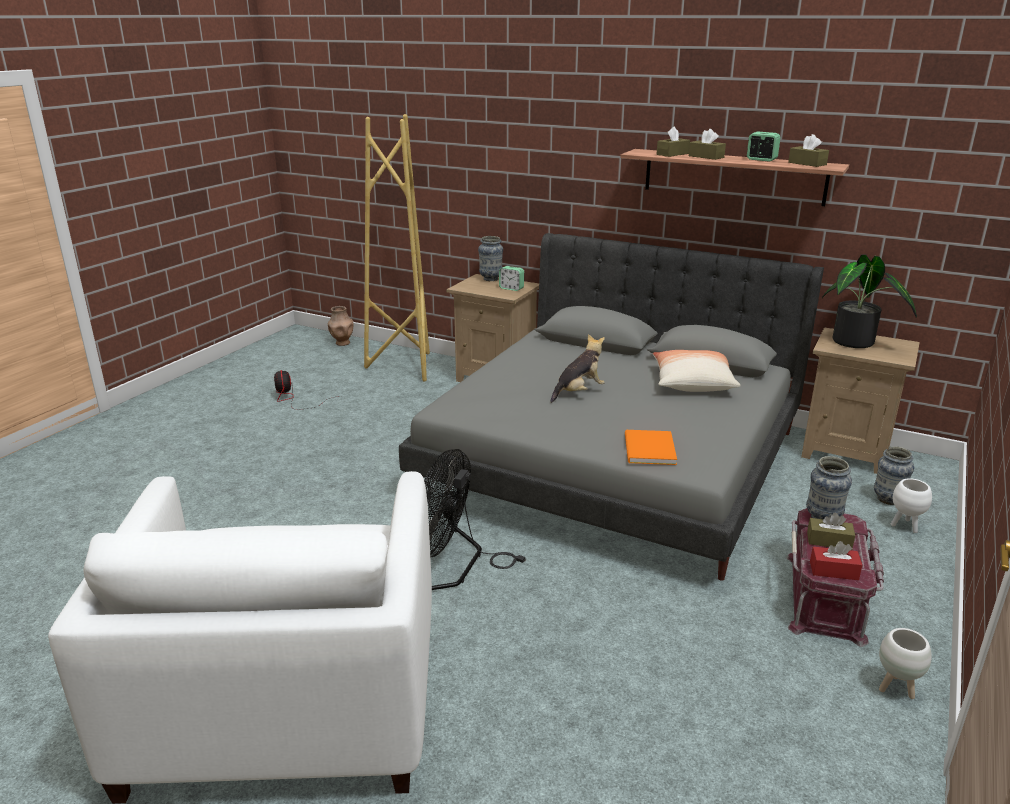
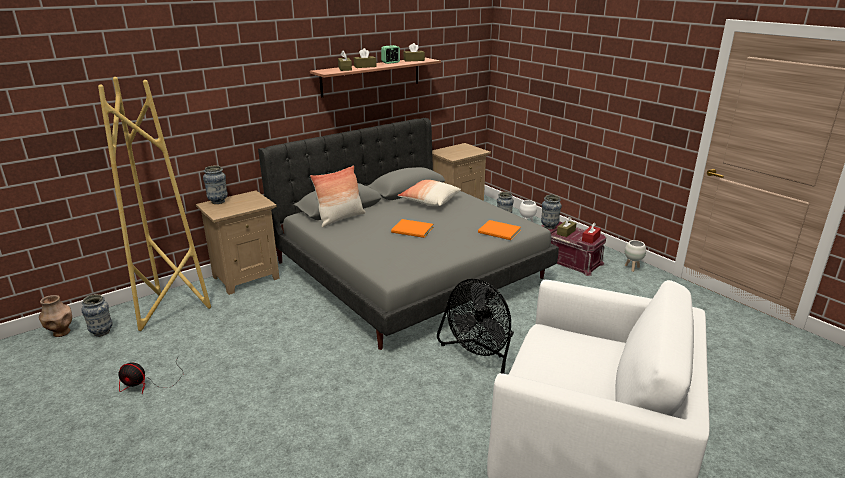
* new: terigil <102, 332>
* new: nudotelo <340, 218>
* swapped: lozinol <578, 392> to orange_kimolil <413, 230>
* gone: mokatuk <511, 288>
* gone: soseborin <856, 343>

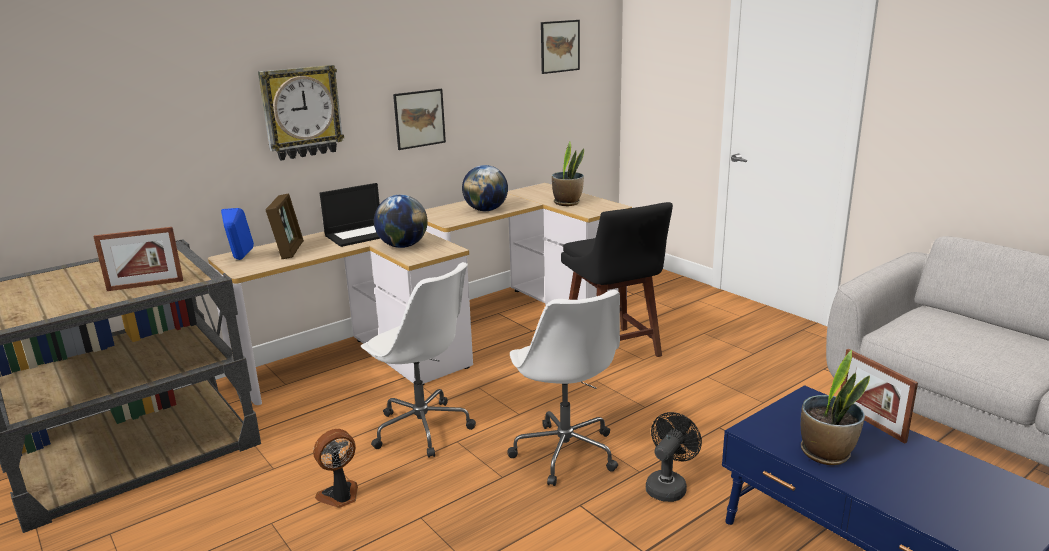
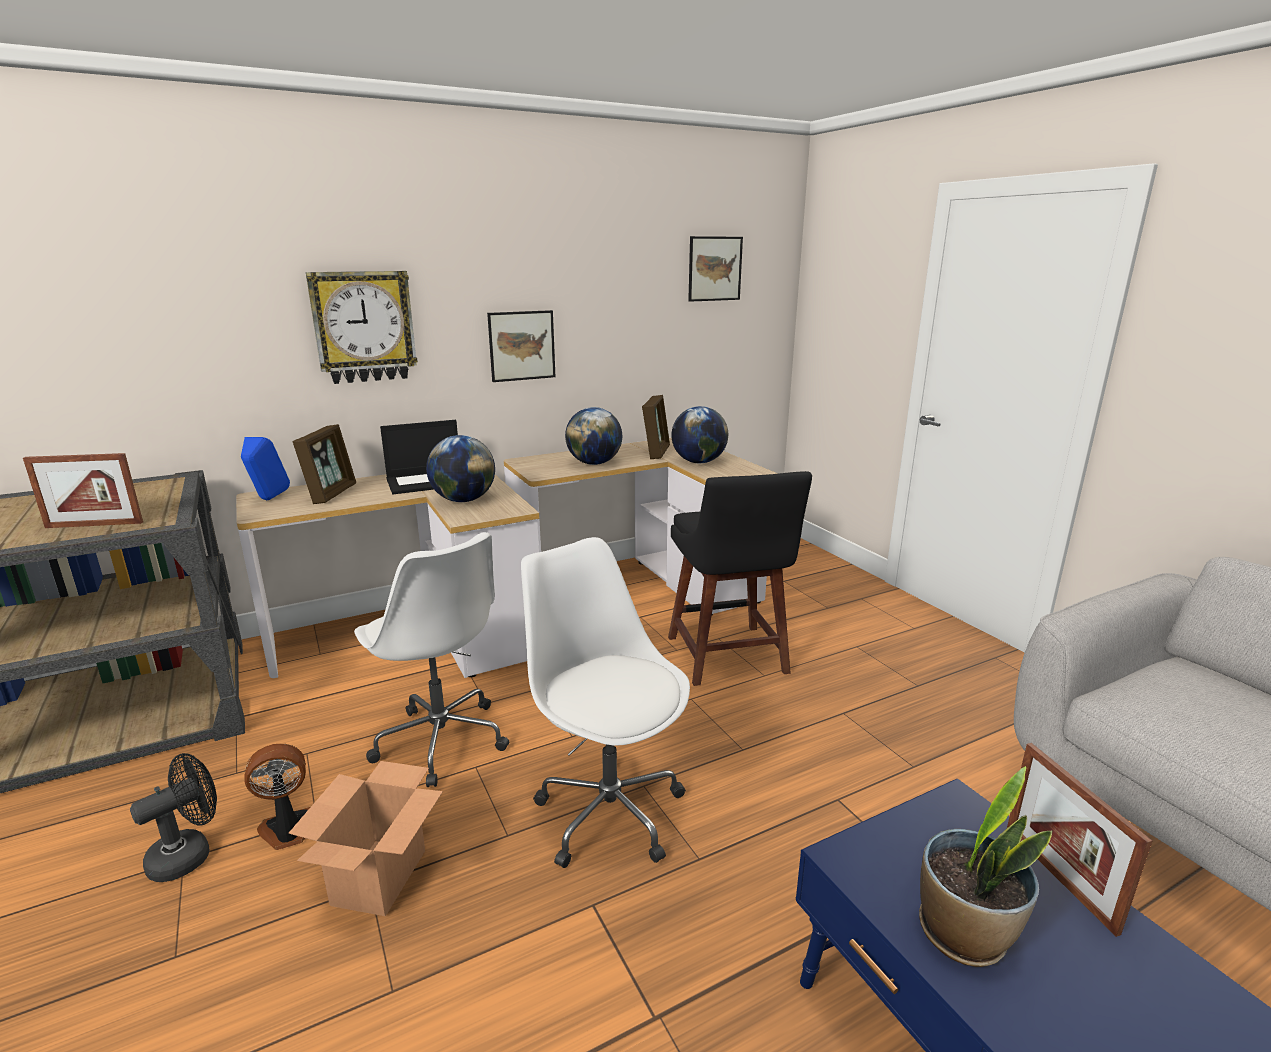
* shifted: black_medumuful <668, 486> to <189, 854>
* new: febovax <379, 876>
* rotated: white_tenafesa <566, 455> = <607, 812> 150 degrees clockwise
* new: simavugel <656, 452>
* swapped: soseborin <567, 203> to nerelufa <698, 462>

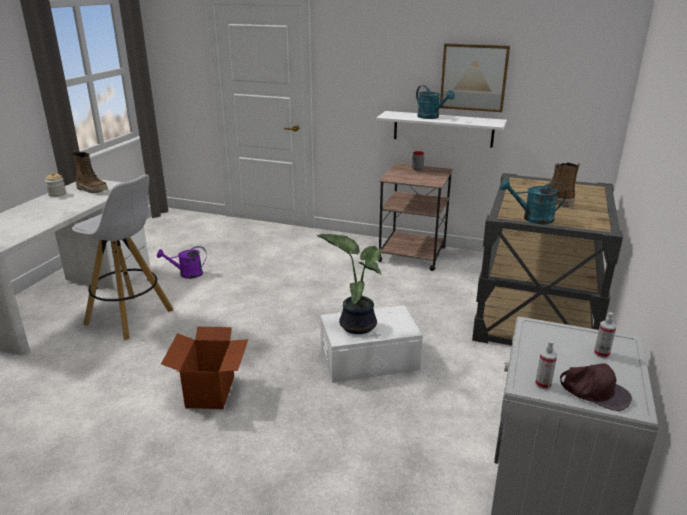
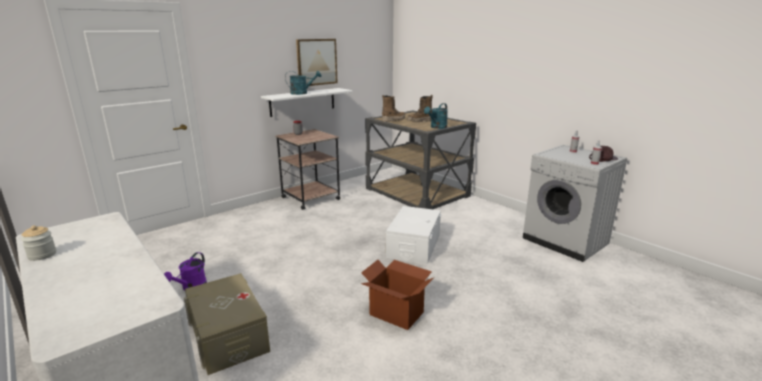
* swapped: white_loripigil <131, 317> to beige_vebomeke <228, 336>
* shifted: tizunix <92, 190> to <393, 120>
* gone: soseborin <356, 324>

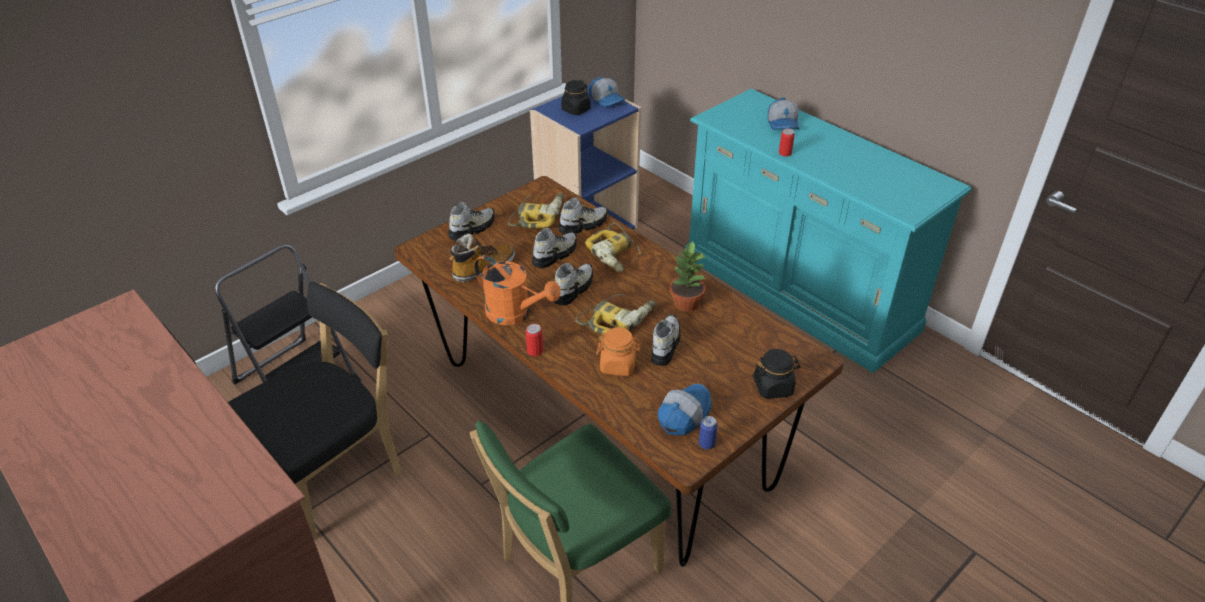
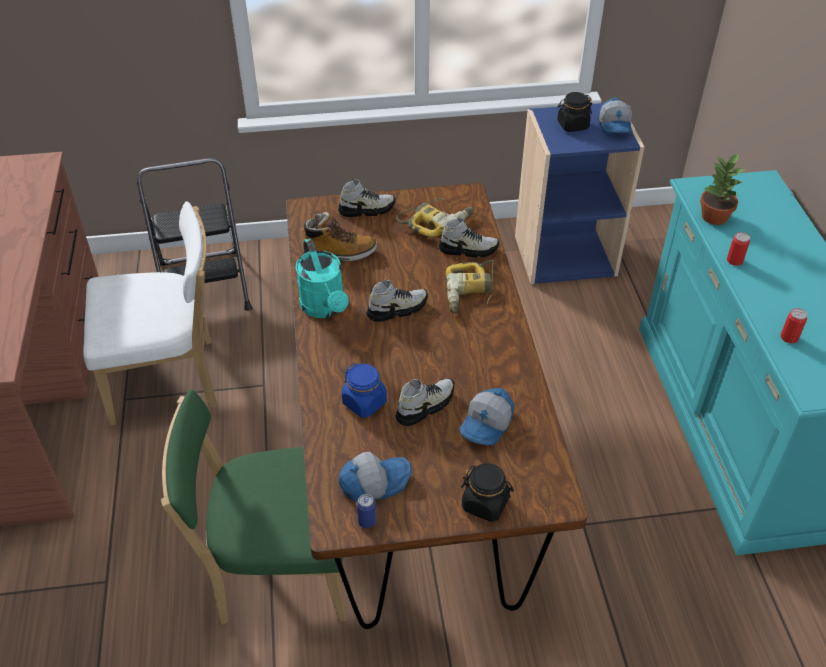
* repainted: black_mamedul <336, 474> to white_mamedul <170, 380>
* repainted: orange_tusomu <515, 314> to turquoise_tusomu <325, 308>
* repainted: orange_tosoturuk <618, 365> to blue_tosoturuk <365, 403>
* shifted: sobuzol <783, 124> to <487, 425>
* shifted: soseborin <685, 303> to <713, 217>
* shifted: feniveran <535, 351> to <789, 337>
* gone: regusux <555, 255>
* gone: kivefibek <617, 319>

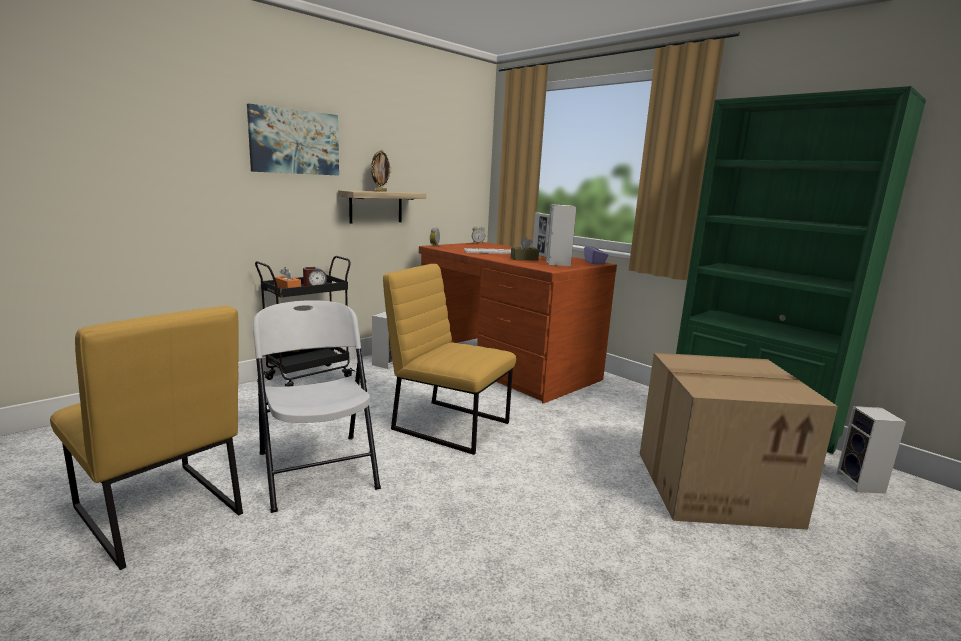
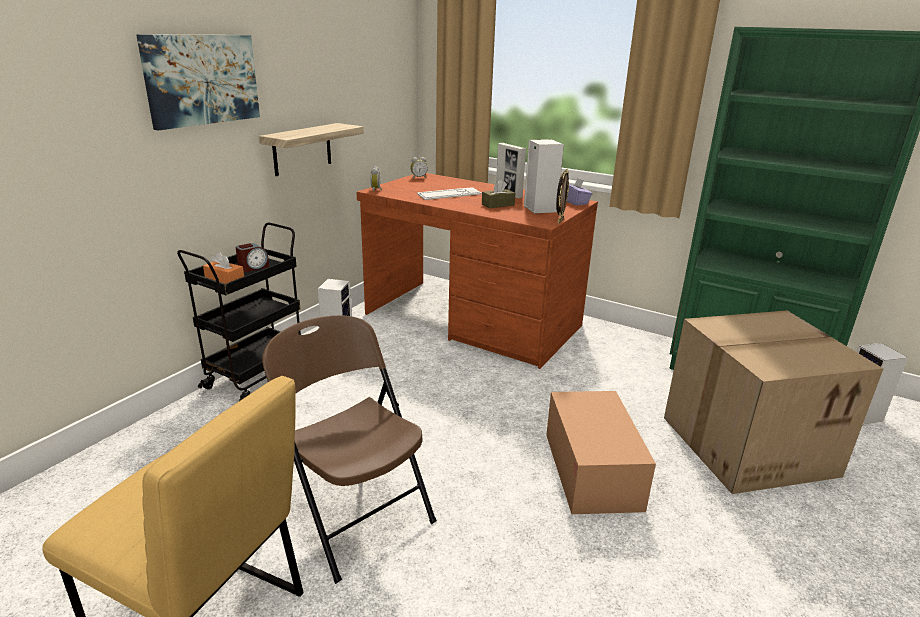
* repainted: white_mamedul <317, 470> to brown_mamedul <352, 512>
* new: febovax <591, 470>
* shifted: simavugel <380, 191> to <559, 221>
* gone: yellow_mamedul <448, 424>

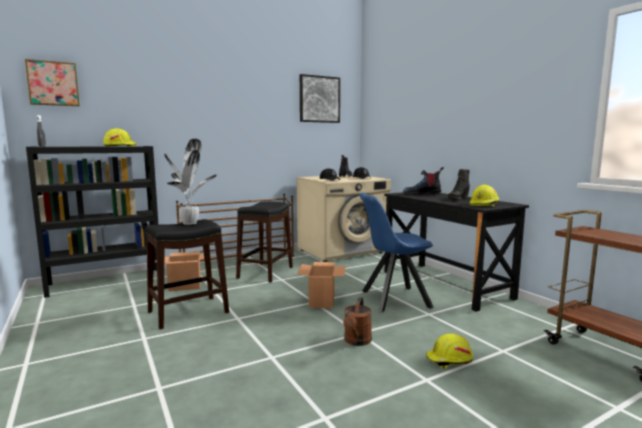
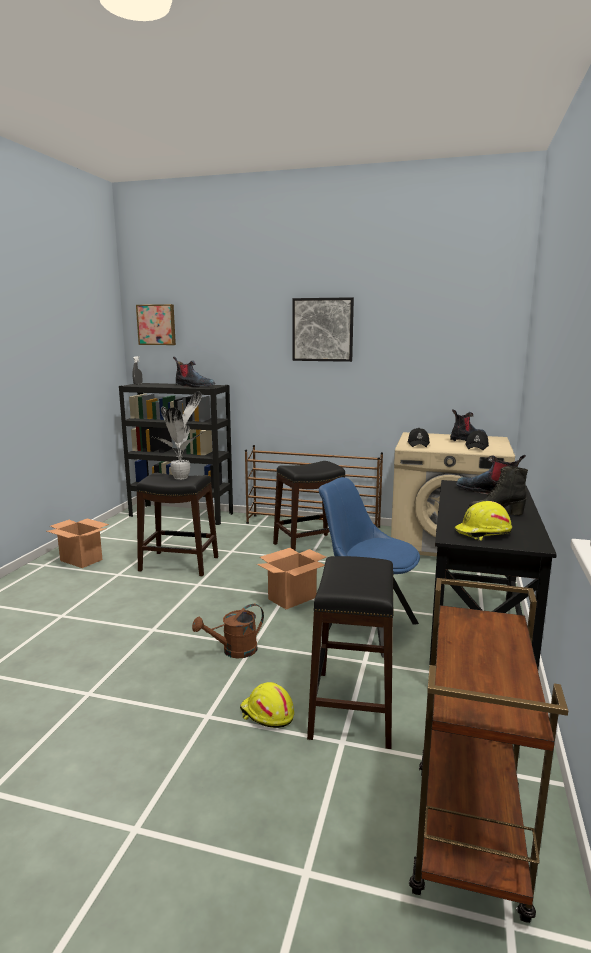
* shifted: febovax <184, 286> to <80, 560>
* swapped: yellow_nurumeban <120, 146> to tizunix <194, 386>
* shifted: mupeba <319, 99> to <322, 329>
* new: black_loripigil <353, 707>

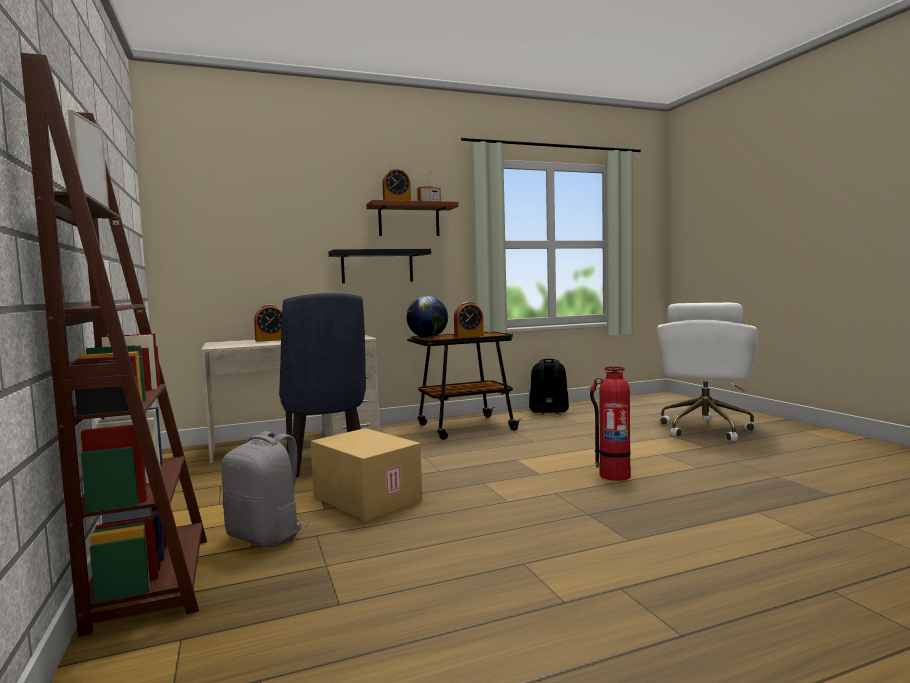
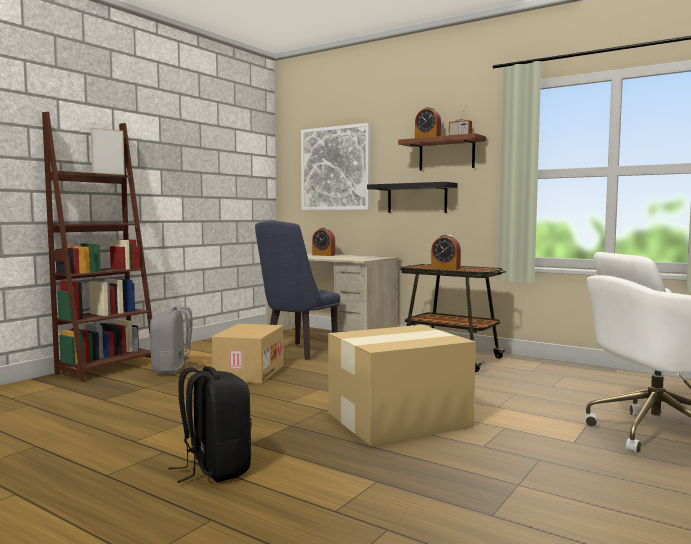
* shifted: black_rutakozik <548, 411> to <215, 469>
* new: mupeba <335, 168>
* swapped: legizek <613, 475> to febovax <400, 420>
* gone: nerelufa <427, 337>

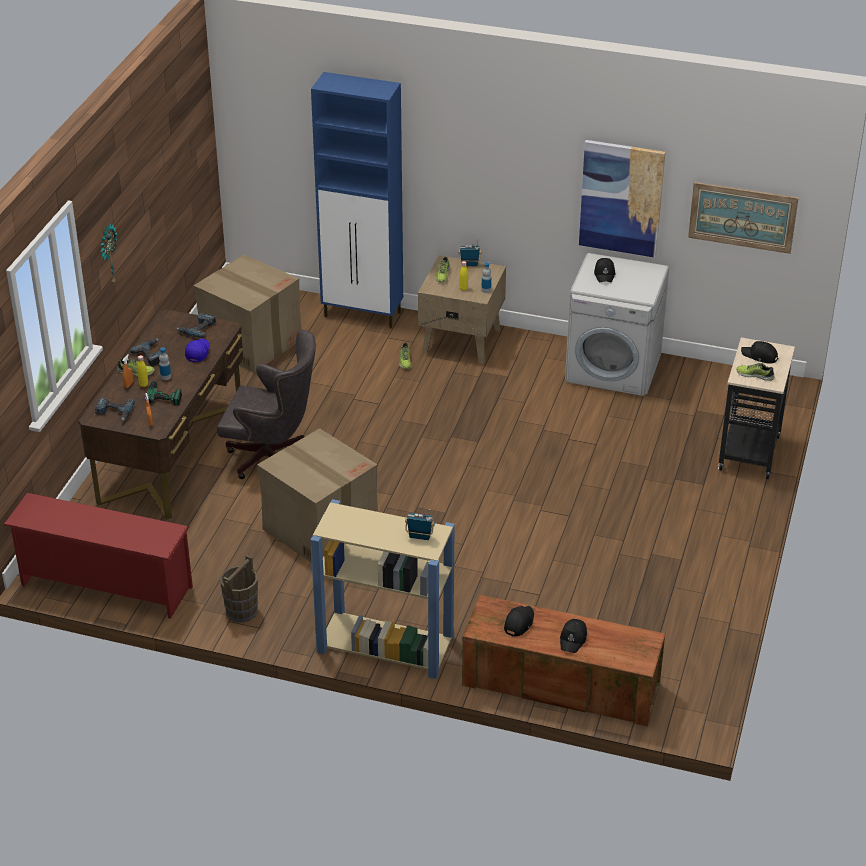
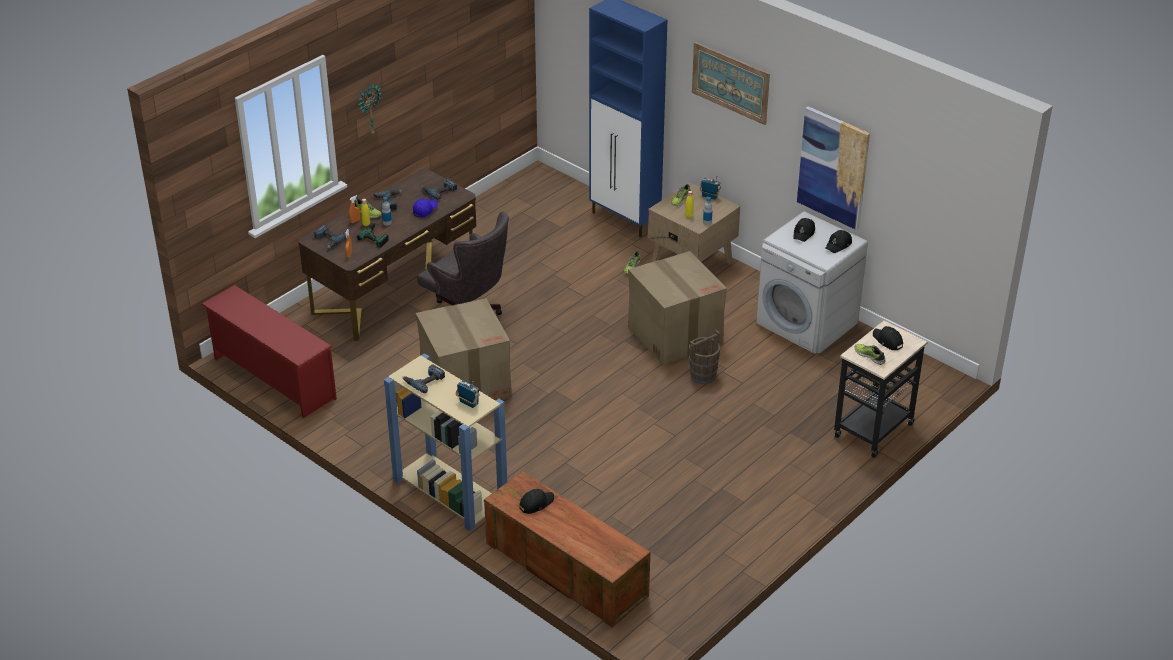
* new: kivefibek <424, 380>
* shifted: febovax <250, 342> to <674, 334>
* shifted: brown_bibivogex <242, 611> to <703, 375>
* shifted: mupeba <742, 217> to <730, 82>
* shifted: black_sobuzol <573, 639> to <838, 245>

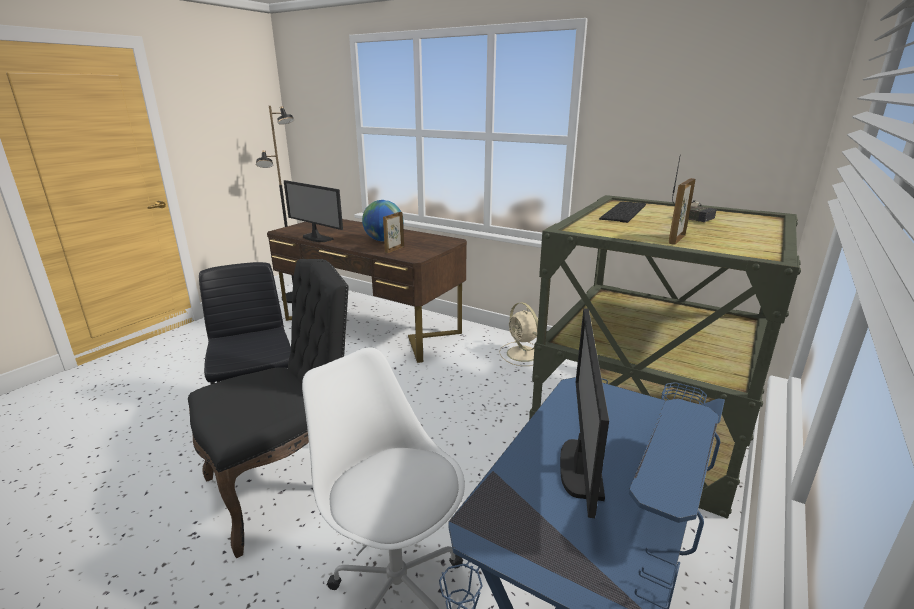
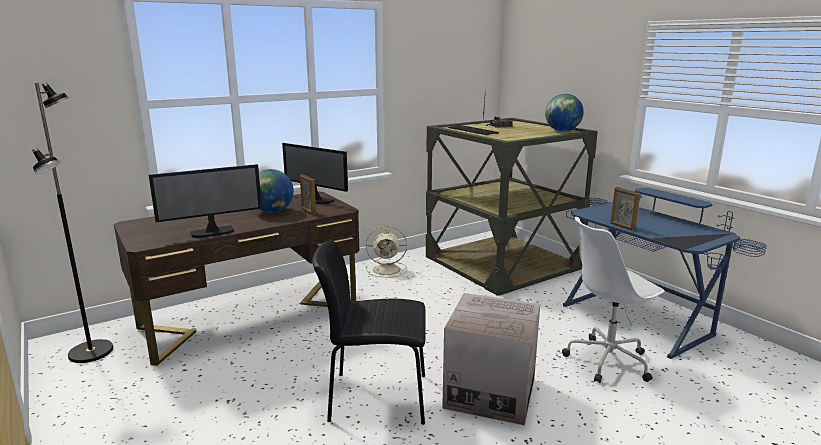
* shifted: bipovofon <580, 468> to <316, 200>
* swapped: black_mamedul <283, 487> to febovax <490, 392>
* new: nerelufa <562, 131>
* shifted: simavugel <676, 239> to <622, 226>

